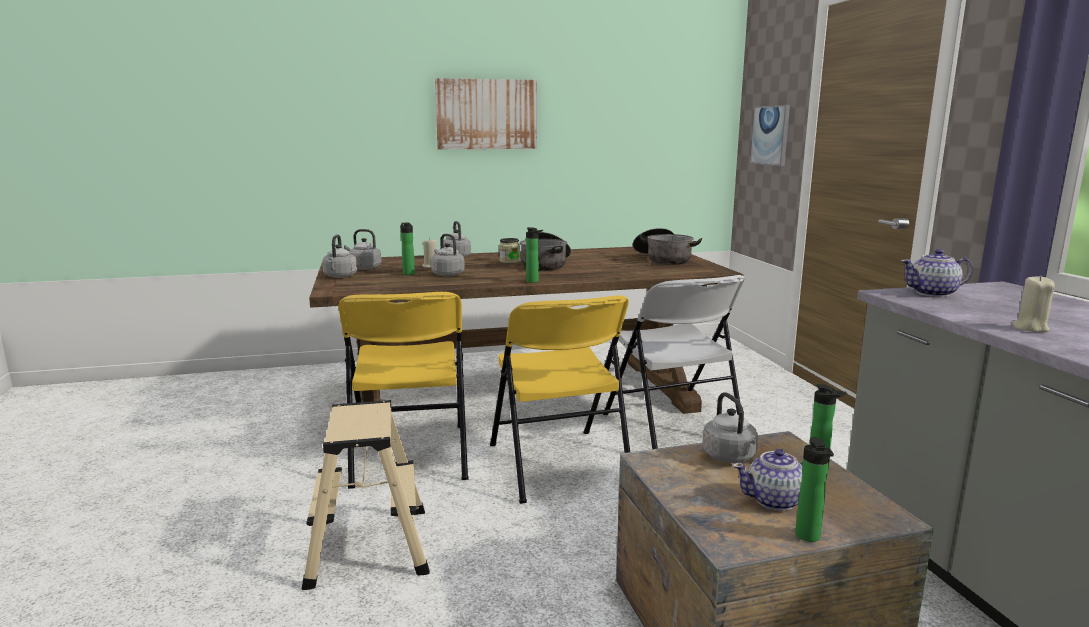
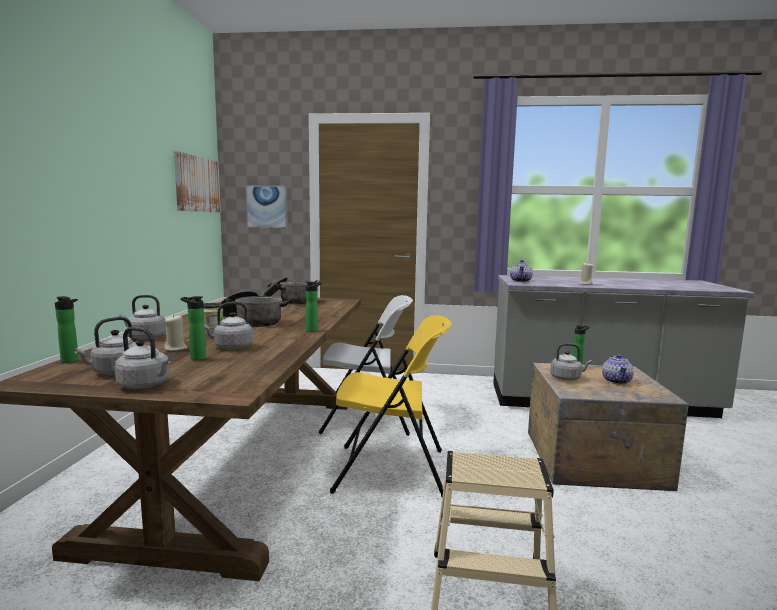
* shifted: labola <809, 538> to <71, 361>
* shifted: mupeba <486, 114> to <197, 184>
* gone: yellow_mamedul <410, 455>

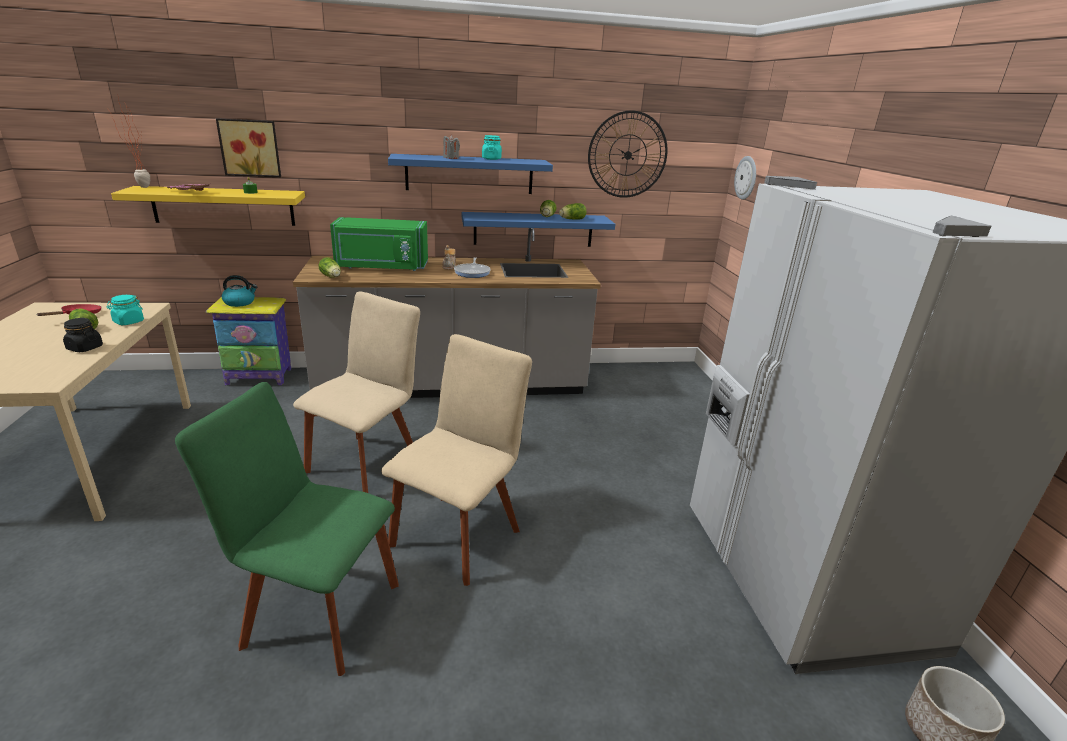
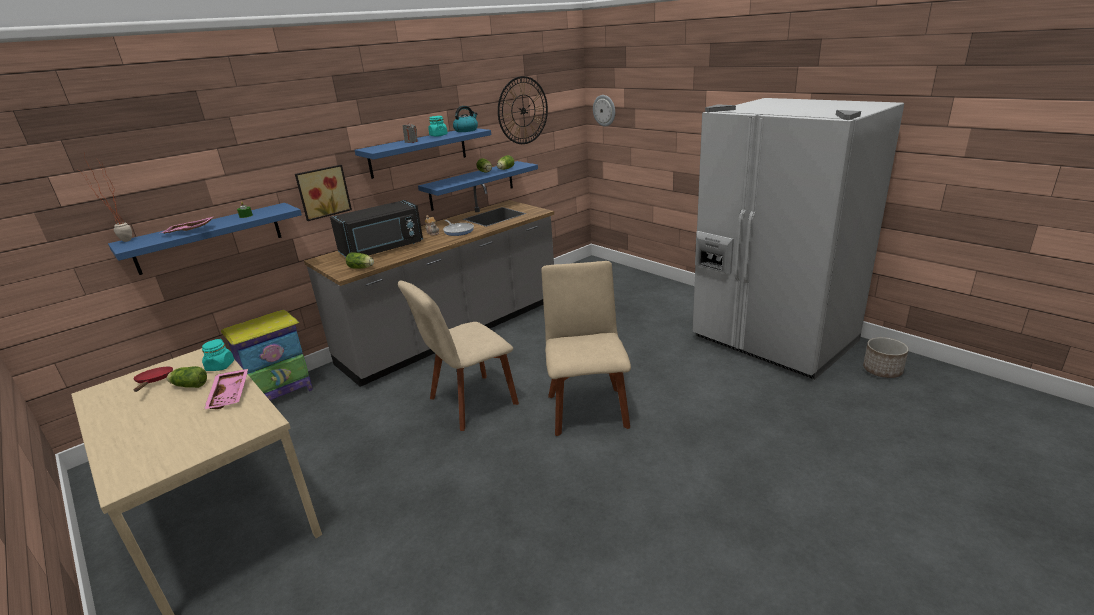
* repainted: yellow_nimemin <224, 206> to blue_nimemin <209, 238>
* swapped: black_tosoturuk <85, 348> to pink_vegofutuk <230, 394>
* shifted: mupeba <250, 148> to <323, 192>
* repainted: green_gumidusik <381, 267> to black_gumidusik <383, 249>
* rotated: beige_mamedul <367, 463> = <469, 403> 120 degrees counterclockwise
* shifted: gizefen <240, 302> to <466, 130>
* gone: green_mamedul <316, 611>

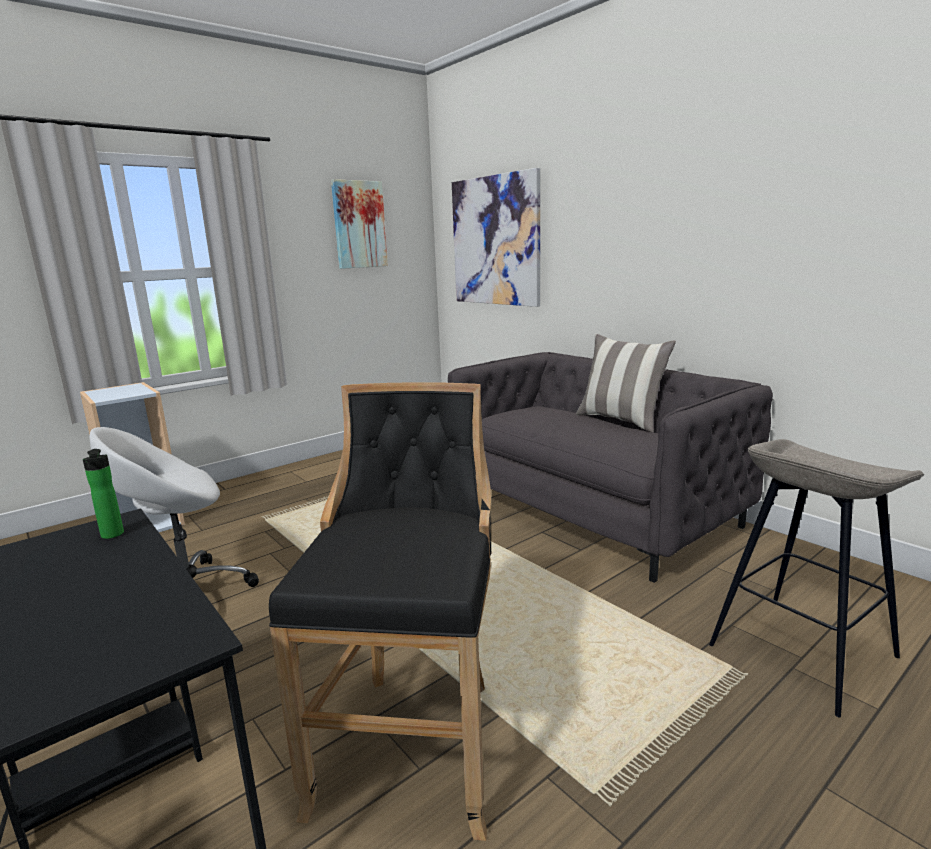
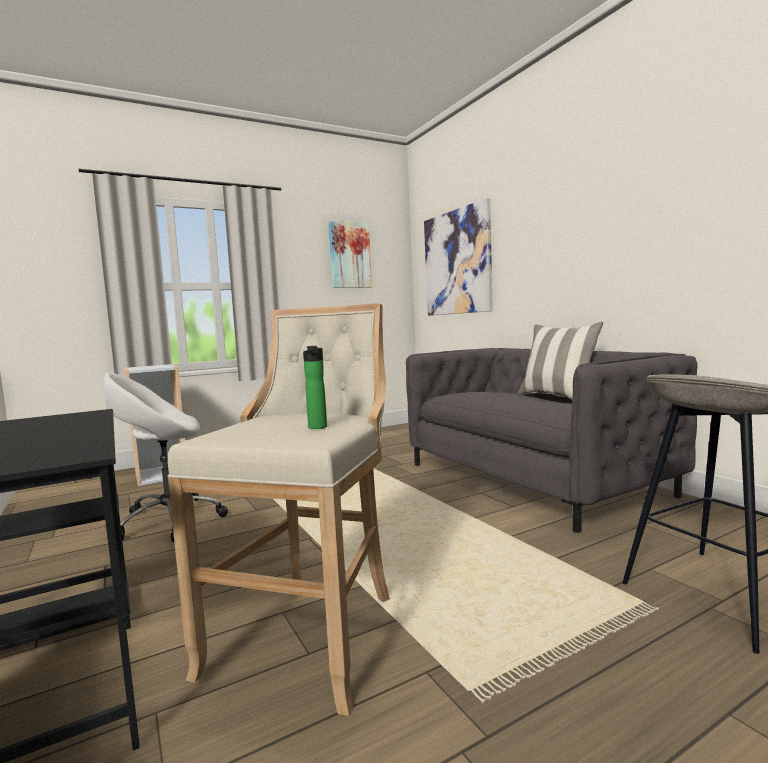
* repainted: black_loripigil <413, 741> to beige_loripigil <311, 632>
* shifted: labola <112, 535> to <318, 427>

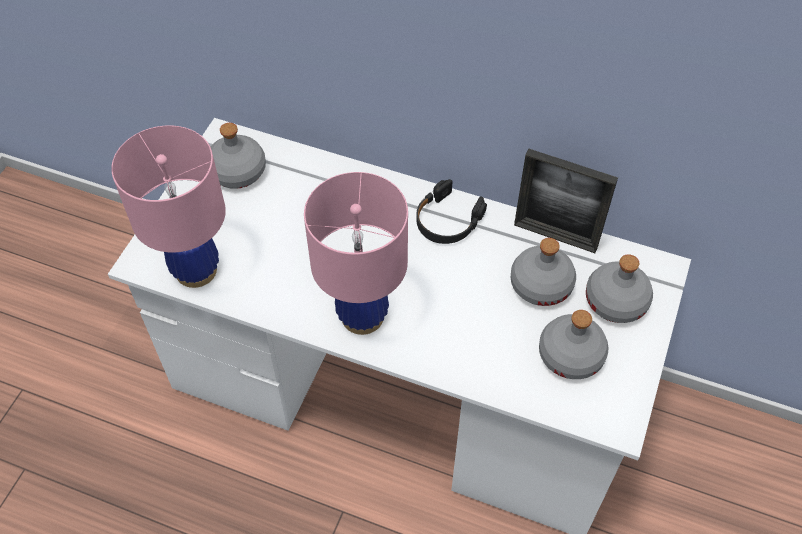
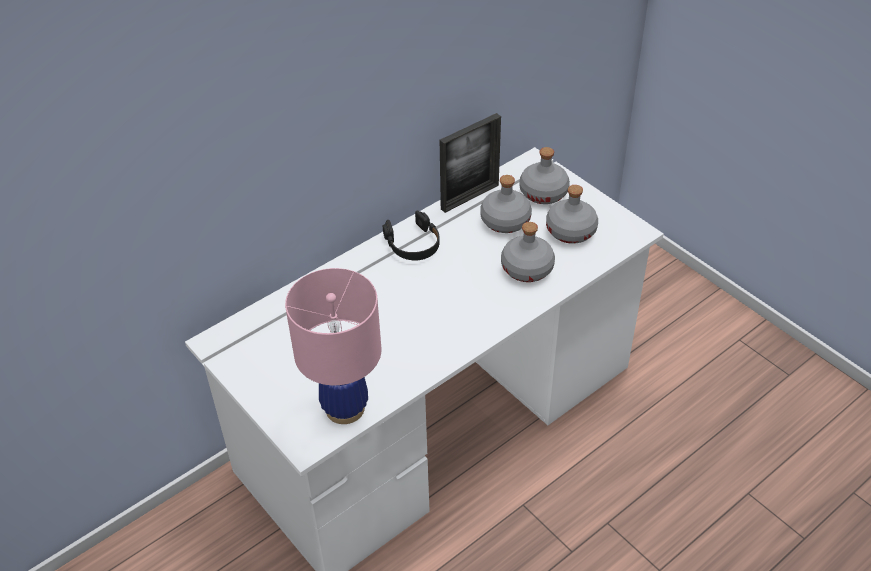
* shifted: grey_labola <237, 172> to <527, 269>
* gone: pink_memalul <362, 316>

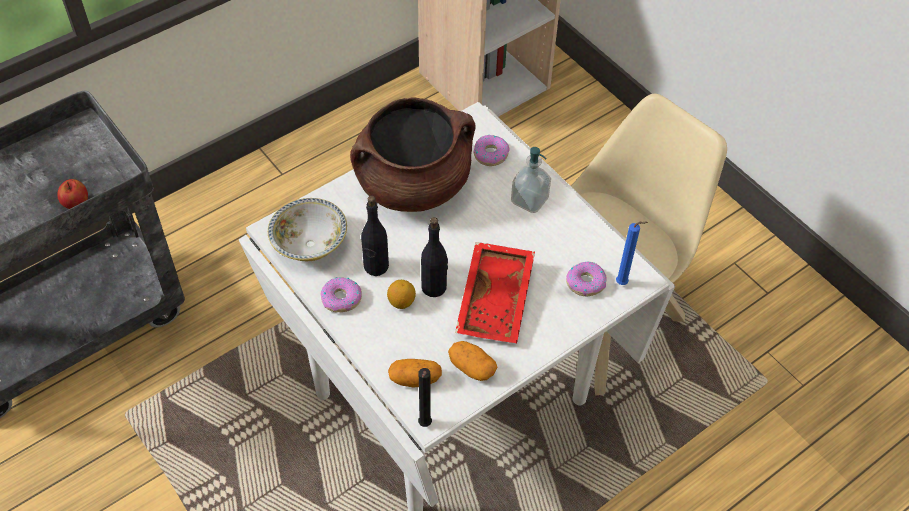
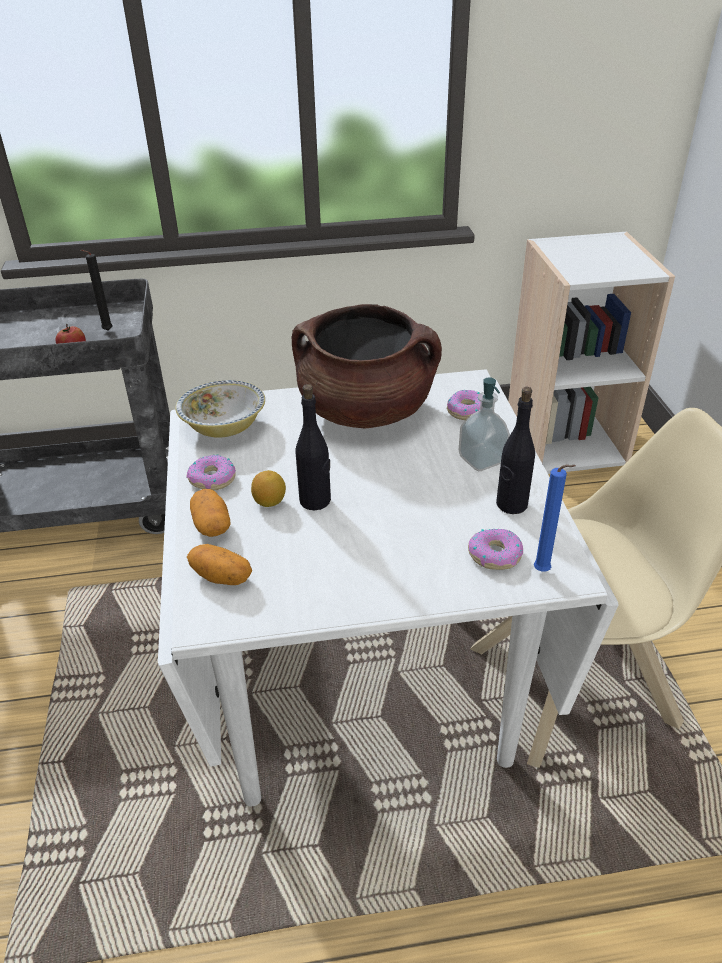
* shifted: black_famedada <424, 425> to <106, 331>
* shifted: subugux <472, 367> to <211, 525>
* shifted: black_labola <376, 266> to <511, 504>
* gone: red_vegofutuk <497, 301>

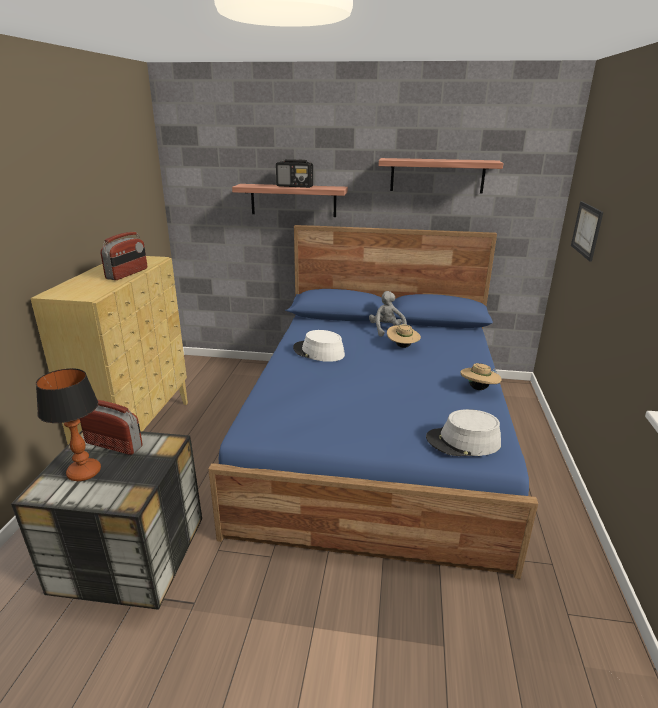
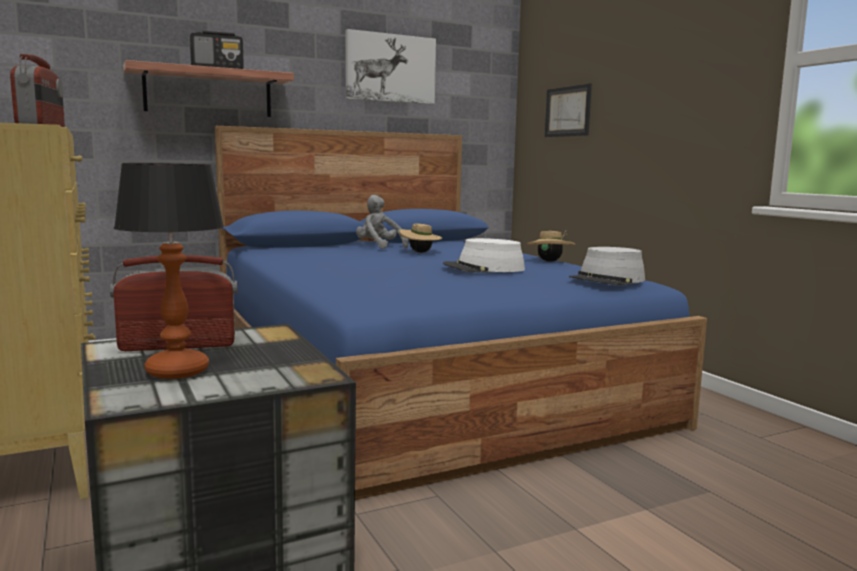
* swapped: nimemin <437, 175> to mupeba <390, 68>
* shifted: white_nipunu <318, 352> to <484, 268>

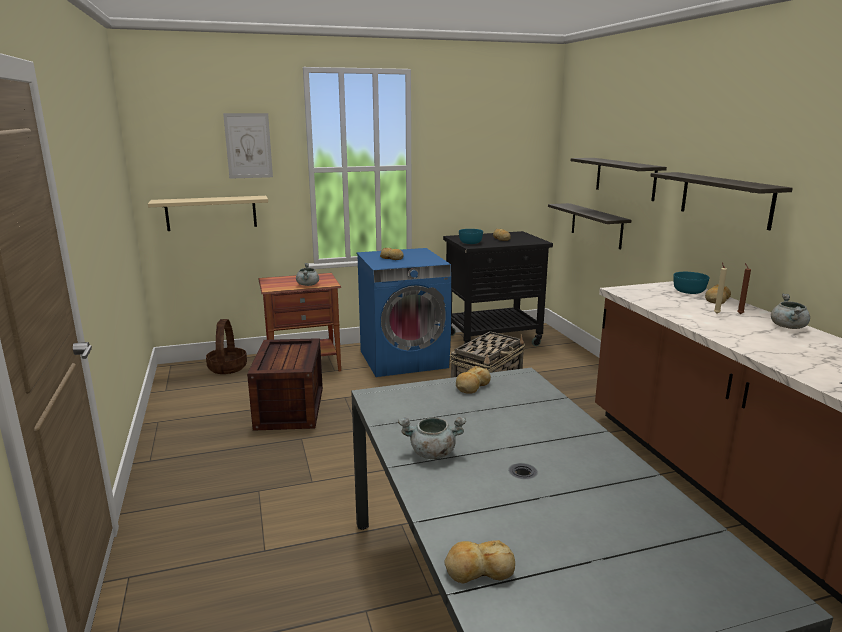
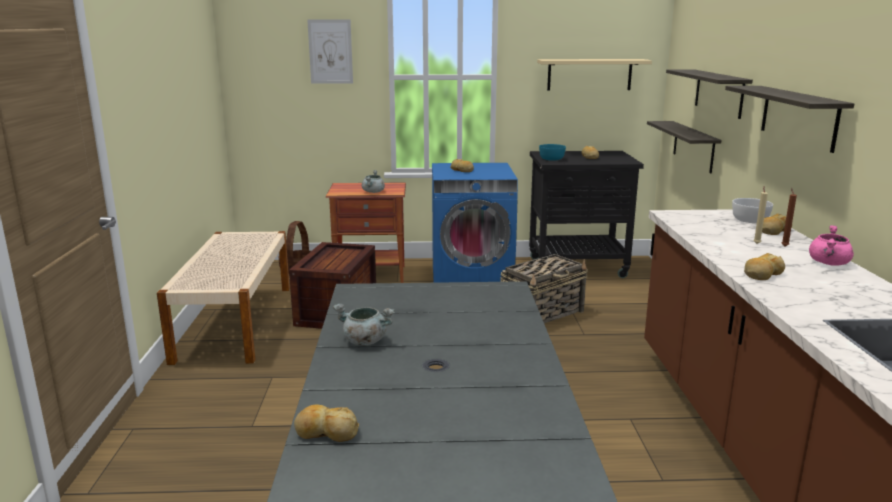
* new: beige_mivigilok <235, 322>
* shifted: beige_nimemin <211, 213> to <589, 74>
* repainted: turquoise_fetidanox <689, 291> to white_fetidanox <750, 220>
* shifted: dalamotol <472, 386> to <762, 274>
* repainted: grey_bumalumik <789, 327> to pink_bumalumik <829, 263>

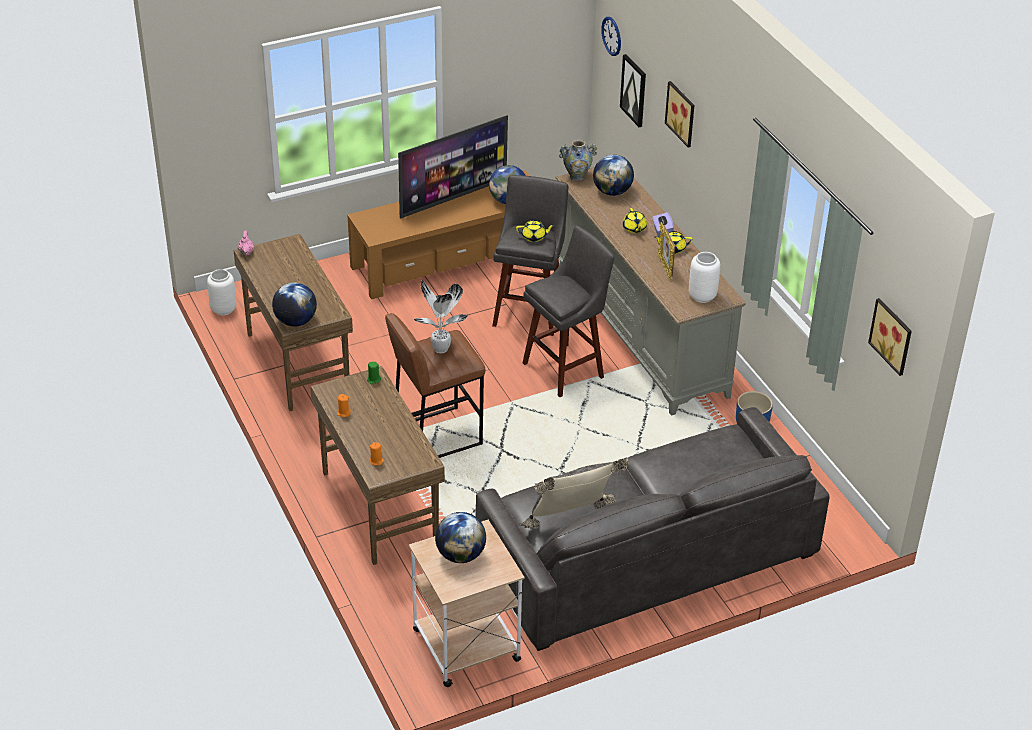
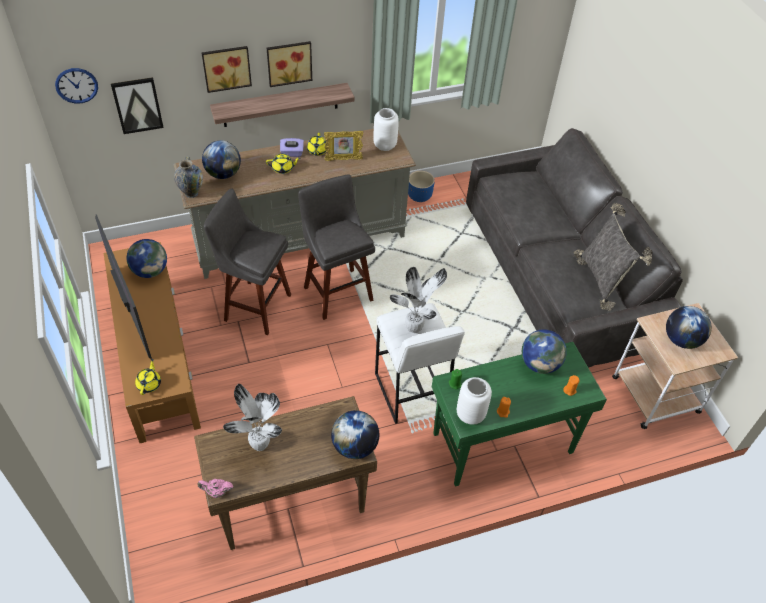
* shifted: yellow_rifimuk <534, 237> to <149, 384>
* new: nimemin <280, 105>
* new: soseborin <259, 446>
* shifted: mupeba <893, 335> to <289, 62>
* repainted: brown_loripigil <436, 436> to white_loripigil <411, 392>
* repainted: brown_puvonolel <378, 507> to green_puvonolel <502, 444>
* shifted: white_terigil <223, 310> to <471, 415>
* new: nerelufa <539, 364>

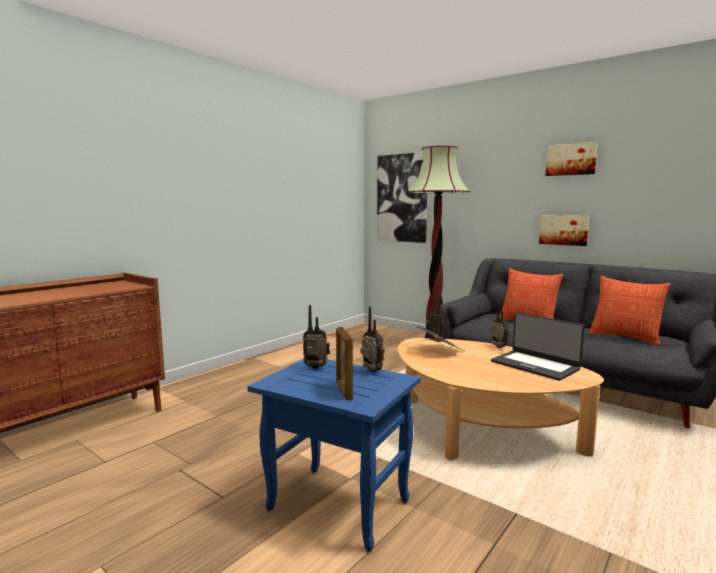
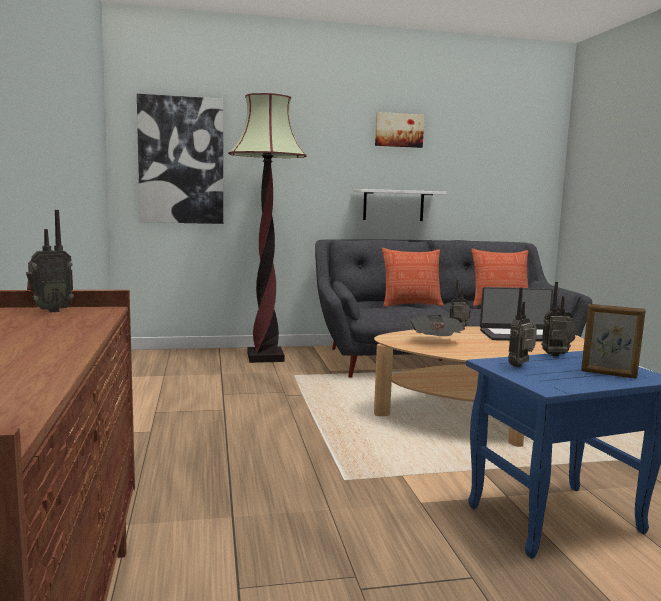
* shifted: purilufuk <434, 340> to <50, 311>
* swapped: mupeba <564, 230> to white_nimemin <393, 205>

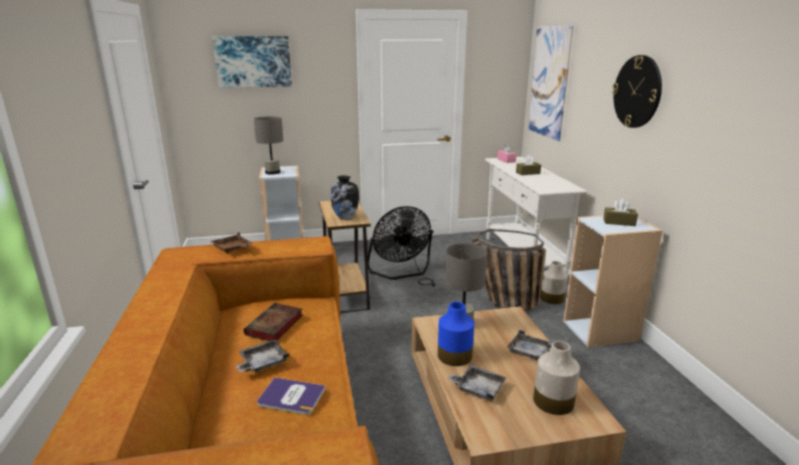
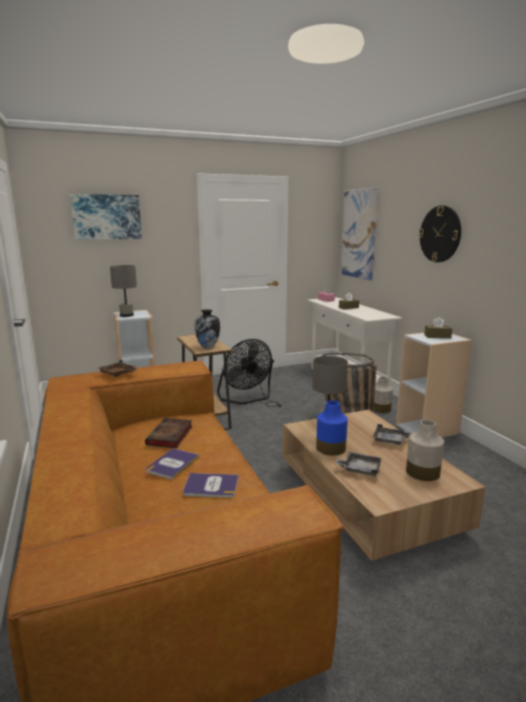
* swapped: grey_vegofutuk <262, 363> to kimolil <172, 464>

